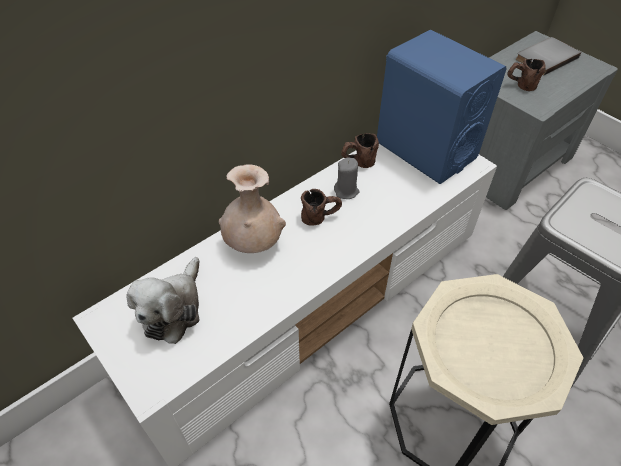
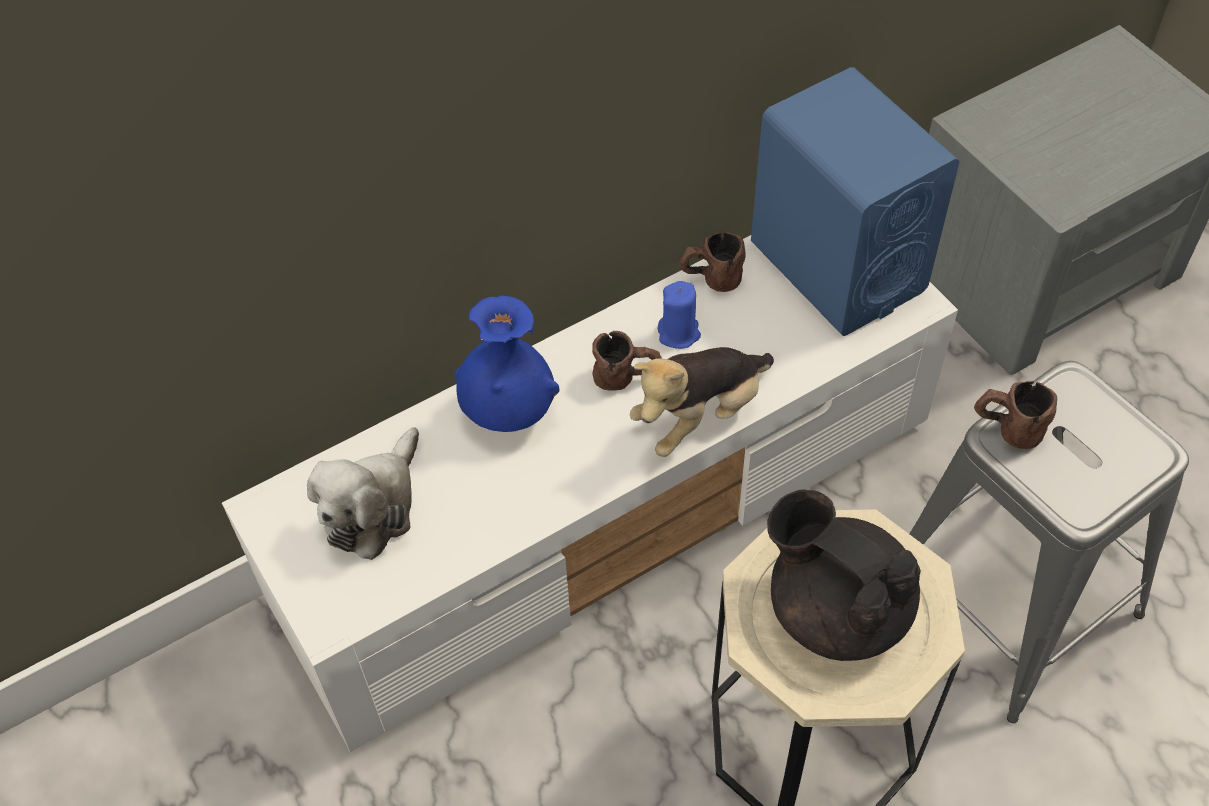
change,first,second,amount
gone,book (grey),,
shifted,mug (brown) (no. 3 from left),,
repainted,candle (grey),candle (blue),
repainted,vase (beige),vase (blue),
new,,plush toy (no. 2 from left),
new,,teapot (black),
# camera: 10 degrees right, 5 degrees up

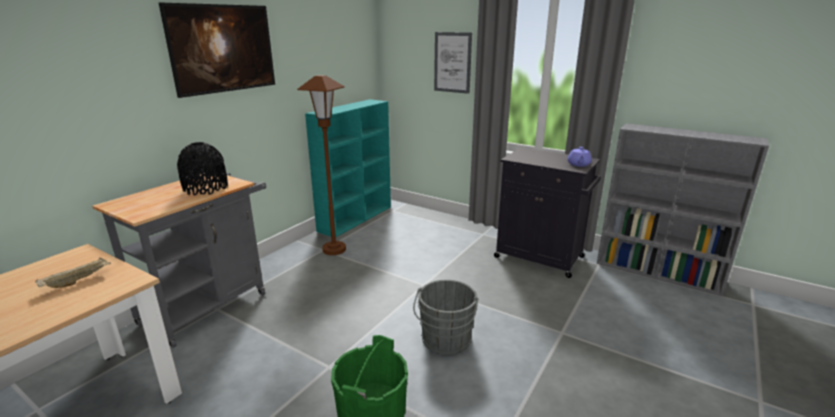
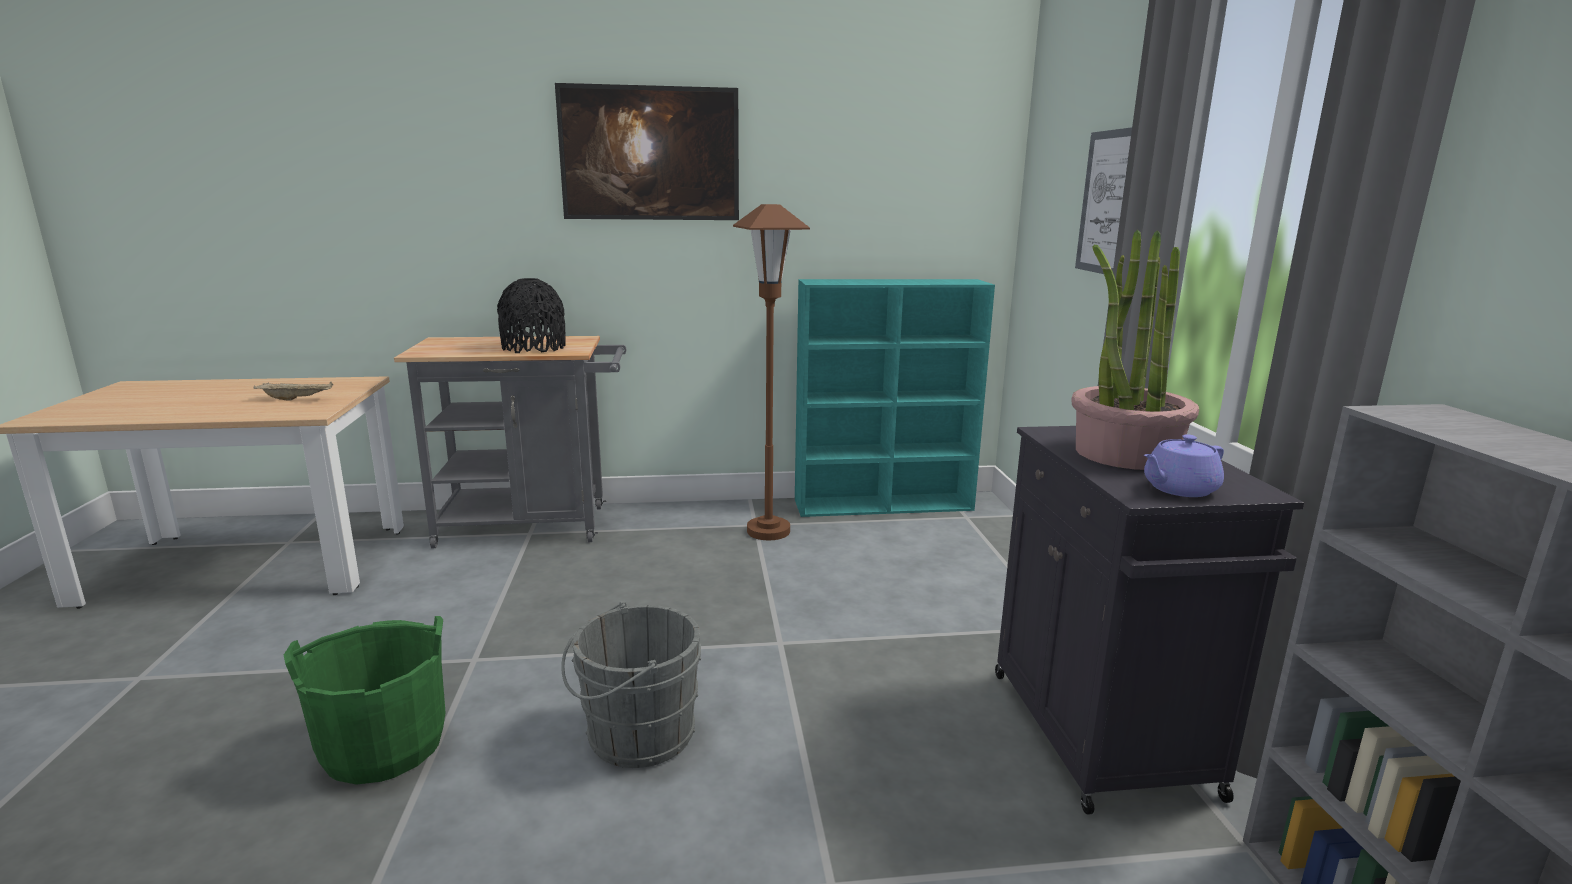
change,first,second,amount
new,,potted plant,
# camera: 50 degrees right, 5 degrees down

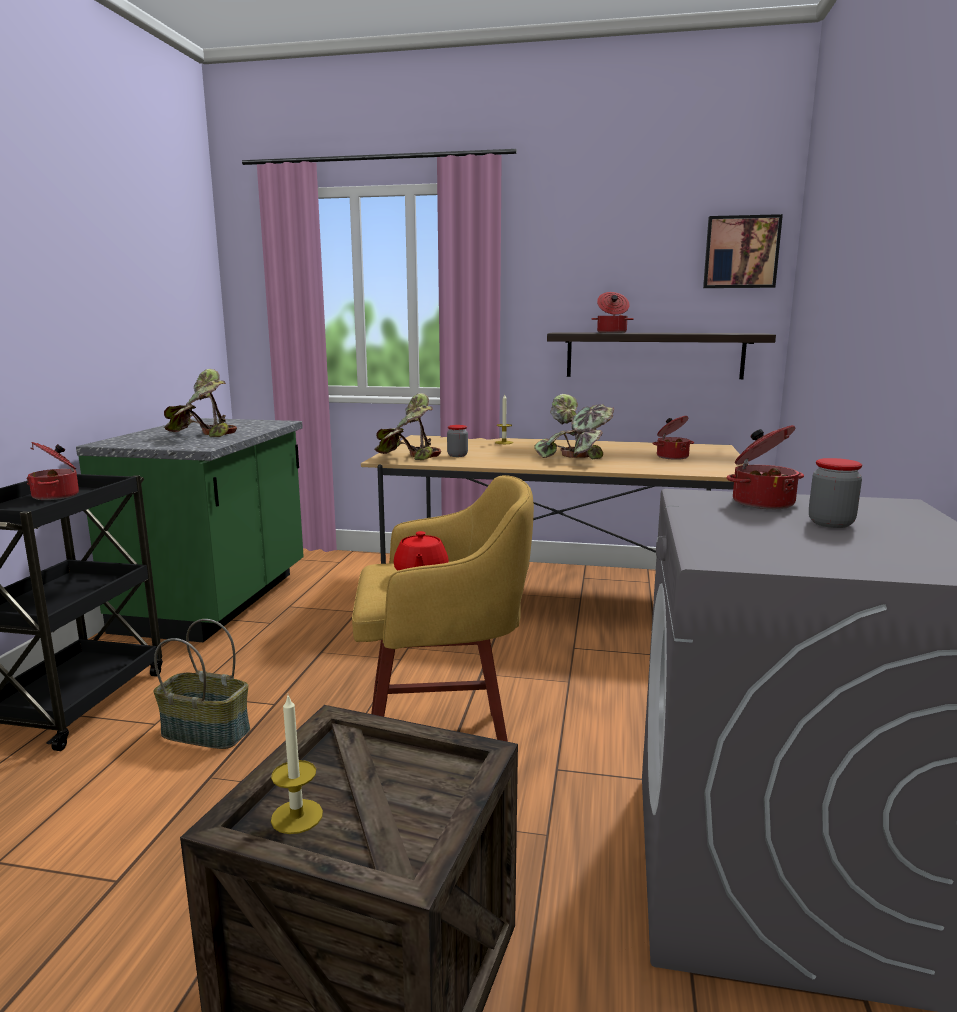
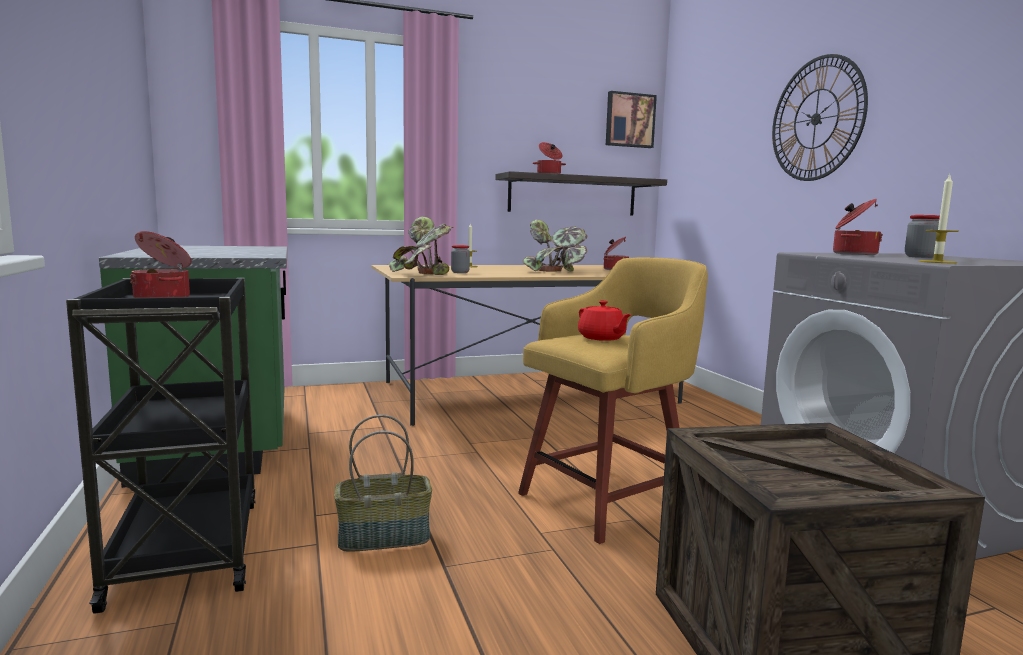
change,first,second,amount
gone,potted plant (no. 1 from left),,
shifted,candle (no. 1 from left in the first image),candle (no. 2 from left),
new,,wall clock,
# camera: 30 degrees left, 5 degrees down

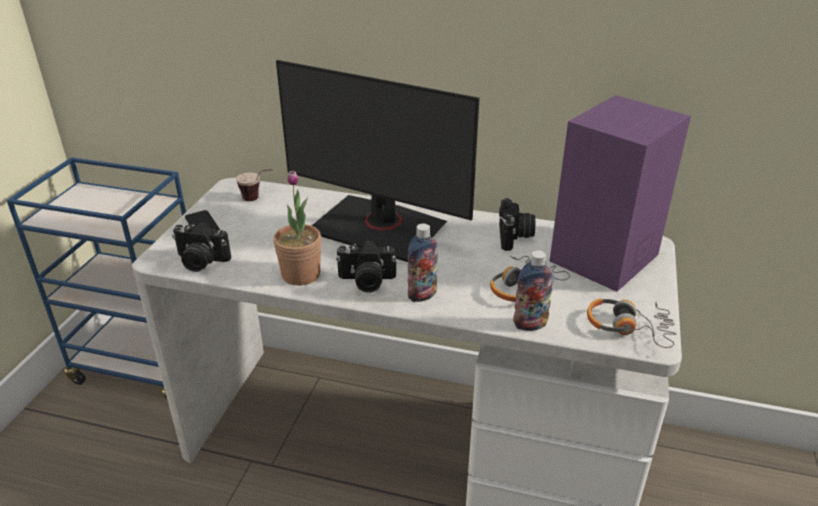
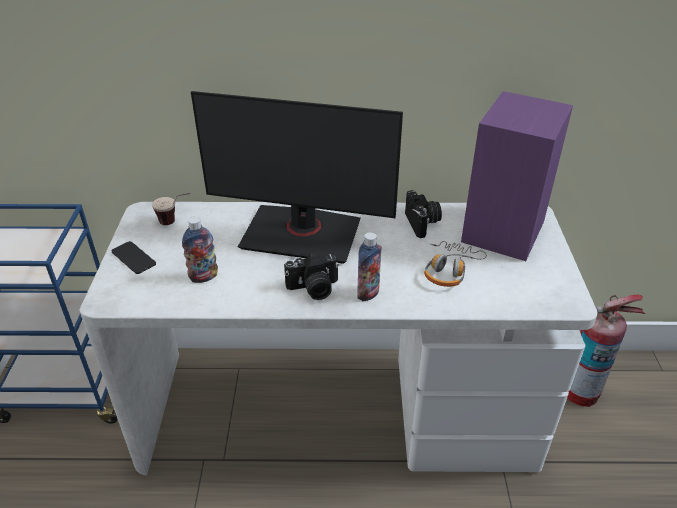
change,first,second,amount
gone,potted plant,,
gone,photo camera (no. 1 from left),,
shifted,bottle (no. 2 from left in the first image),bottle (no. 1 from left),
gone,headphones (no. 2 from left),,
new,,fire extinguisher,
# camera: 15 degrees left, 5 degrees up

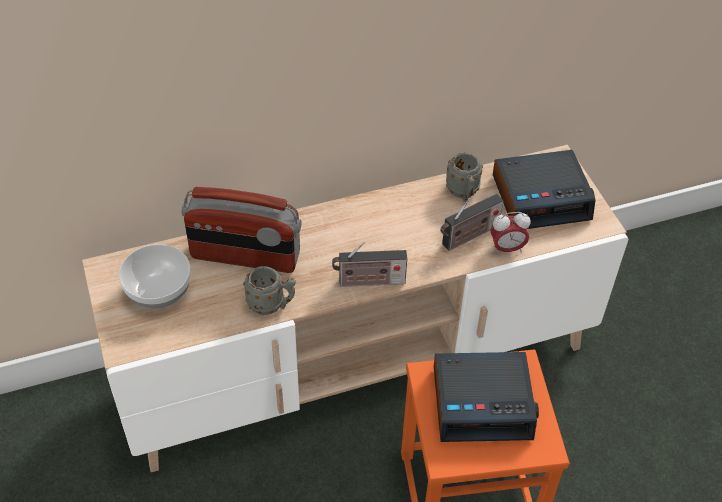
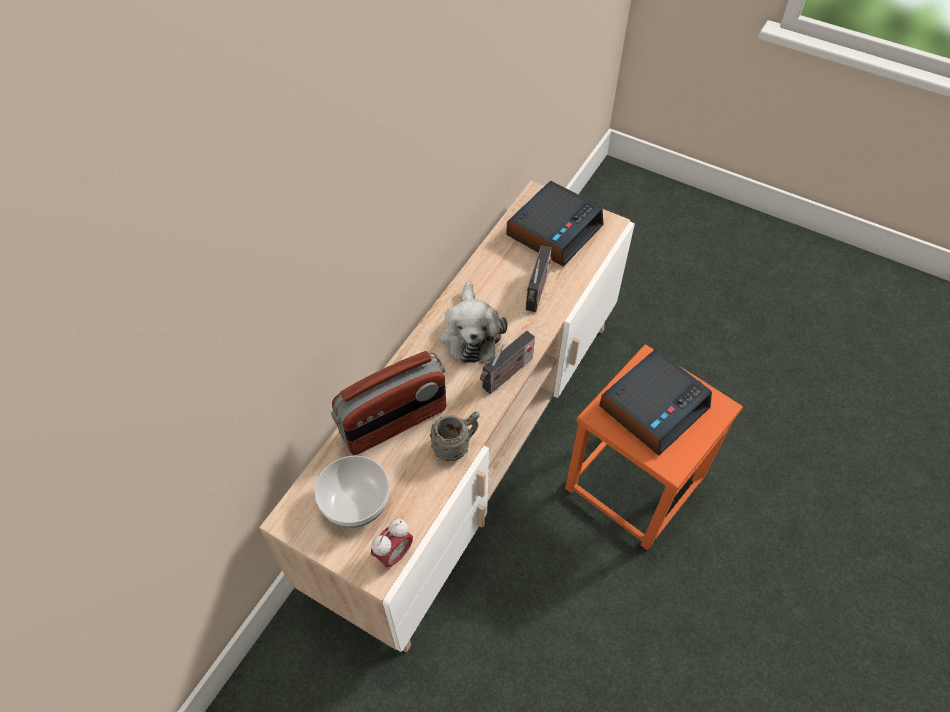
change,first,second,amount
gone,mug (grey) (no. 2 from left),,
shifted,alarm clock (no. 2 from left in the first image),alarm clock (no. 1 from left),
new,,plush toy,
# camera: 40 degrees left, 5 degrees up

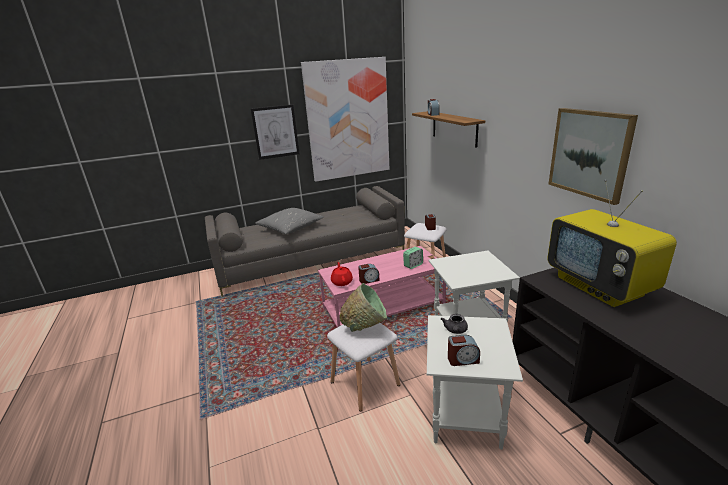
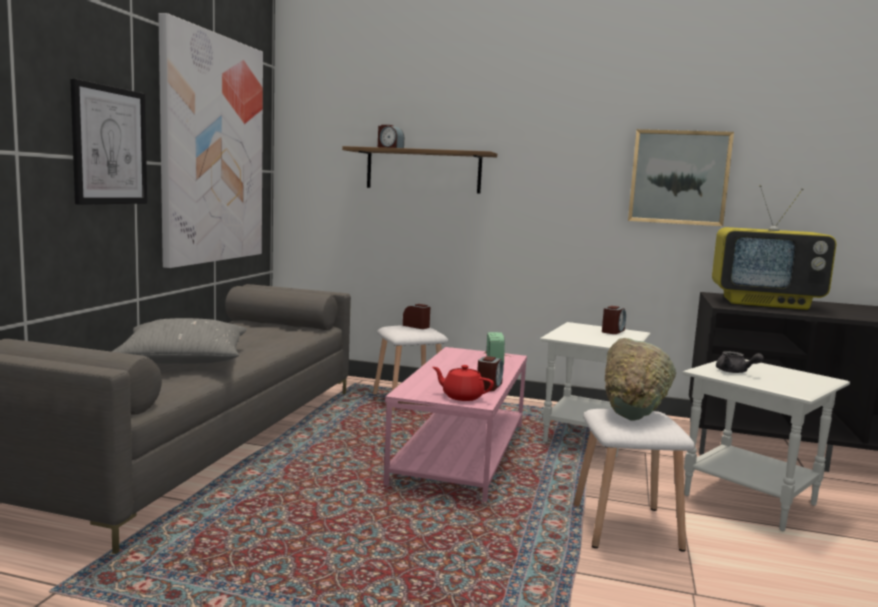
change,first,second,amount
shifted,alarm clock (no. 5 from left),,
# camera: 55 degrees left, 15 degrees down

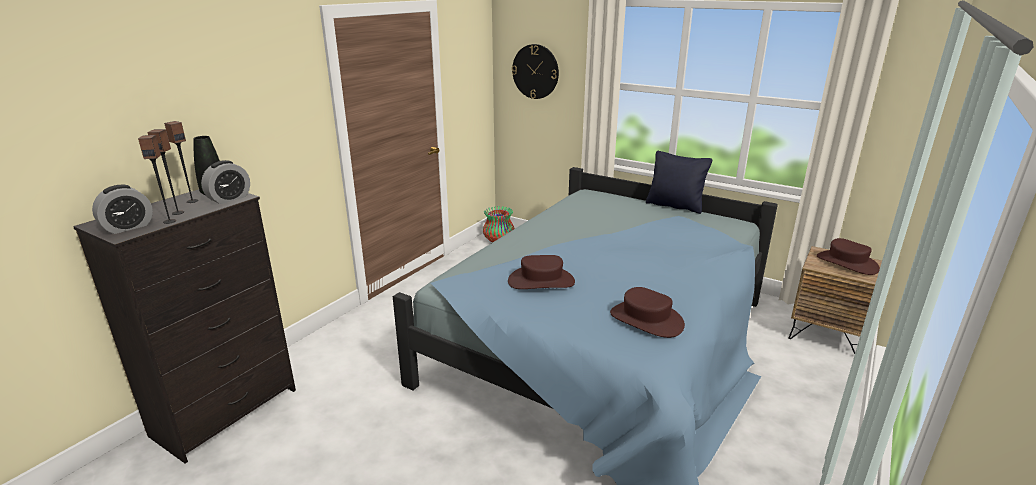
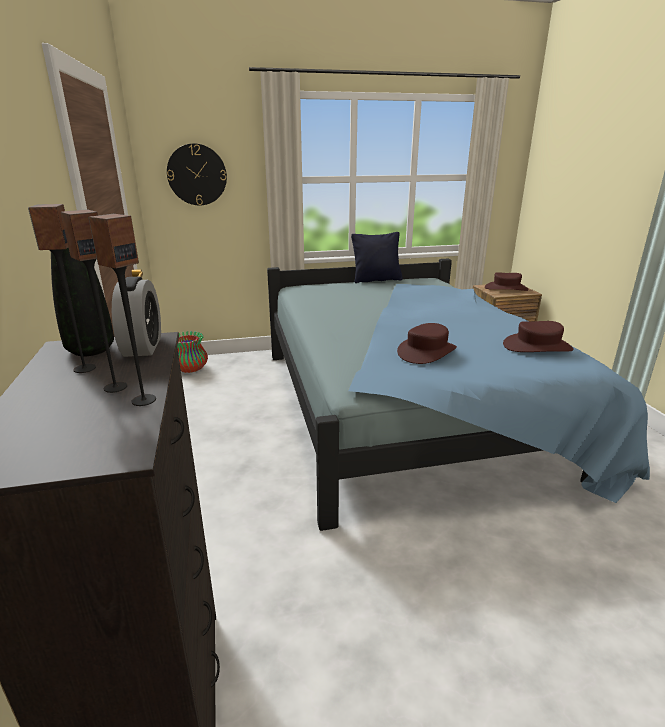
change,first,second,amount
gone,alarm clock (no. 1 from left),,
# camera: 45 degrees left, 0 degrees up

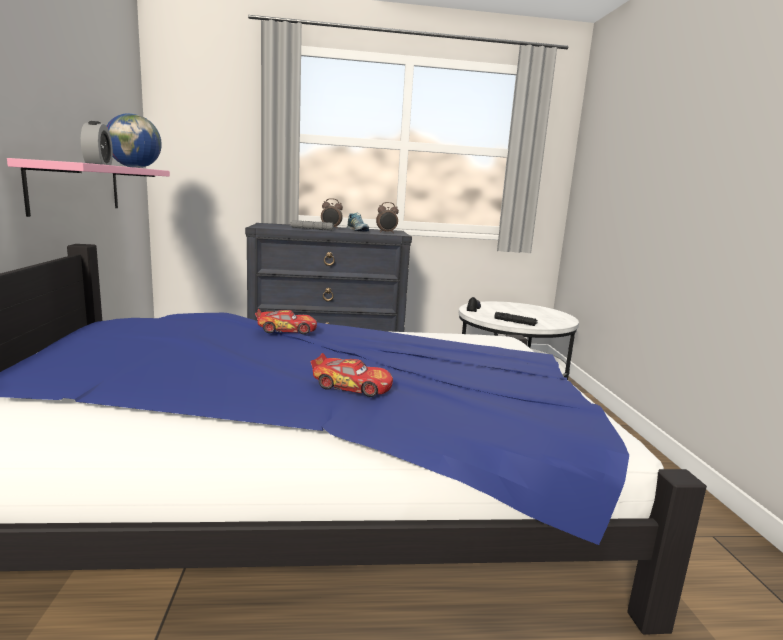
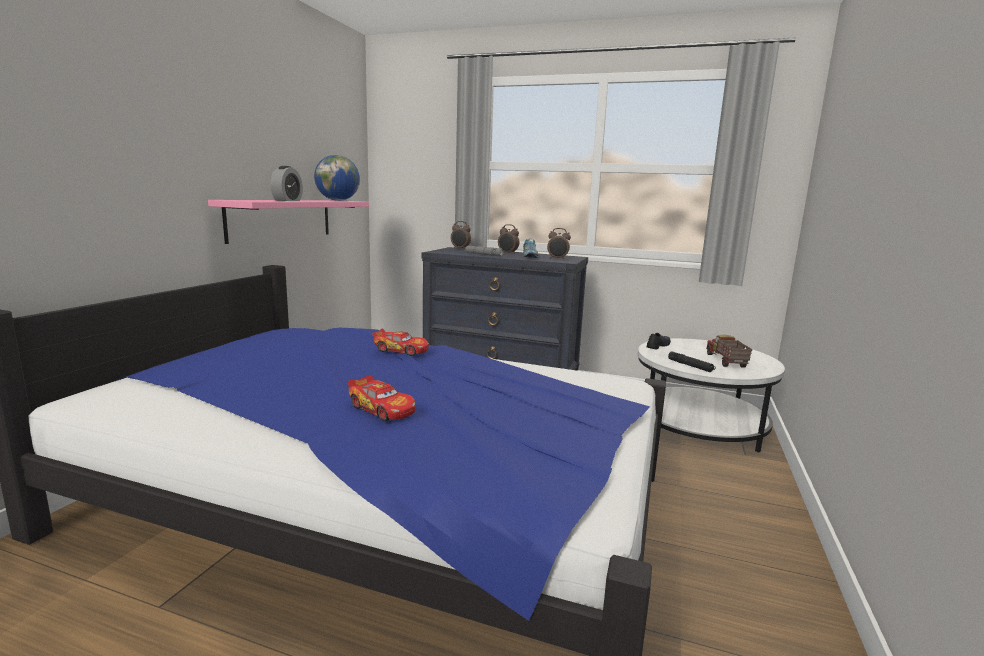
change,first,second,amount
new,,alarm clock (no. 2 from left),
new,,toy truck,
# camera: 25 degrees right, 0 degrees up

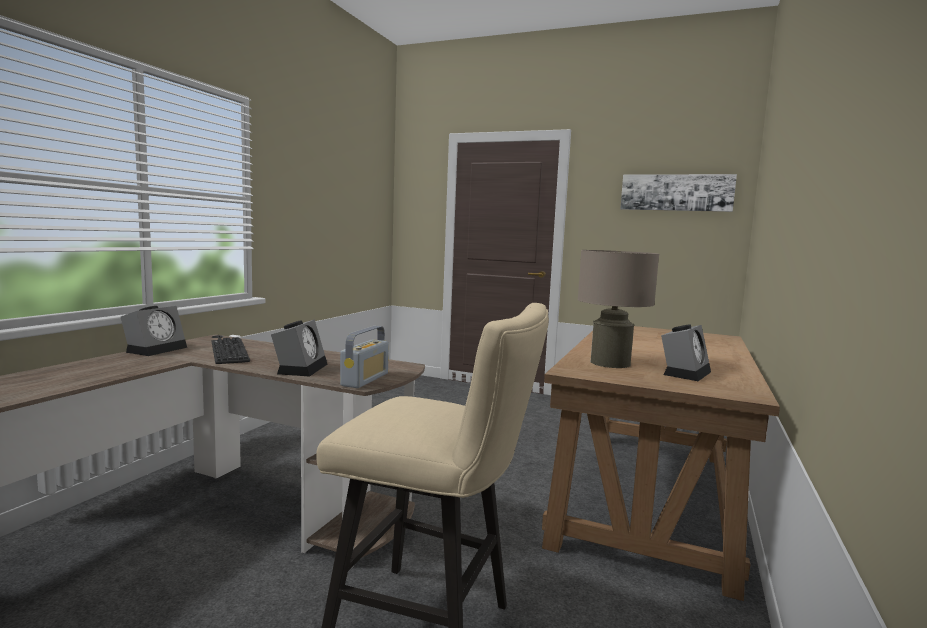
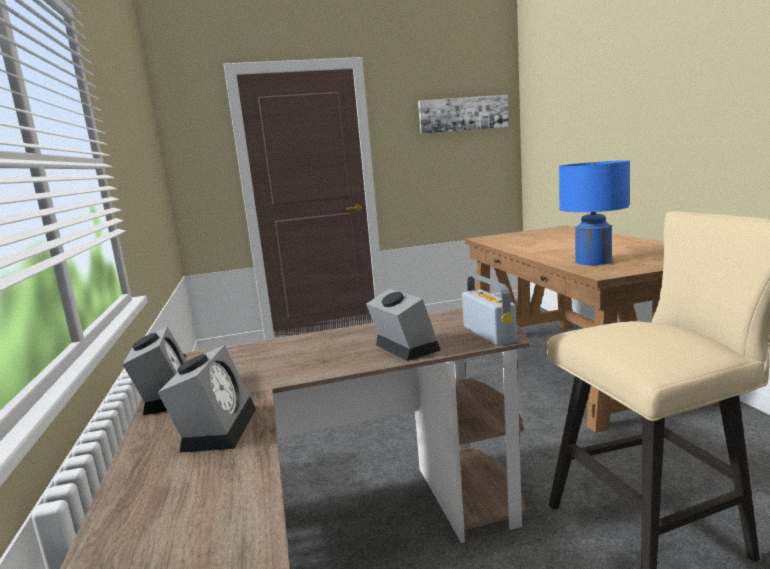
change,first,second,amount
repainted,table lamp (beige),table lamp (blue),
shifted,alarm clock (no. 3 from left in the first image),alarm clock (no. 2 from left),
gone,keyboard,,
# camera: 35 degrees left, 5 degrees up

